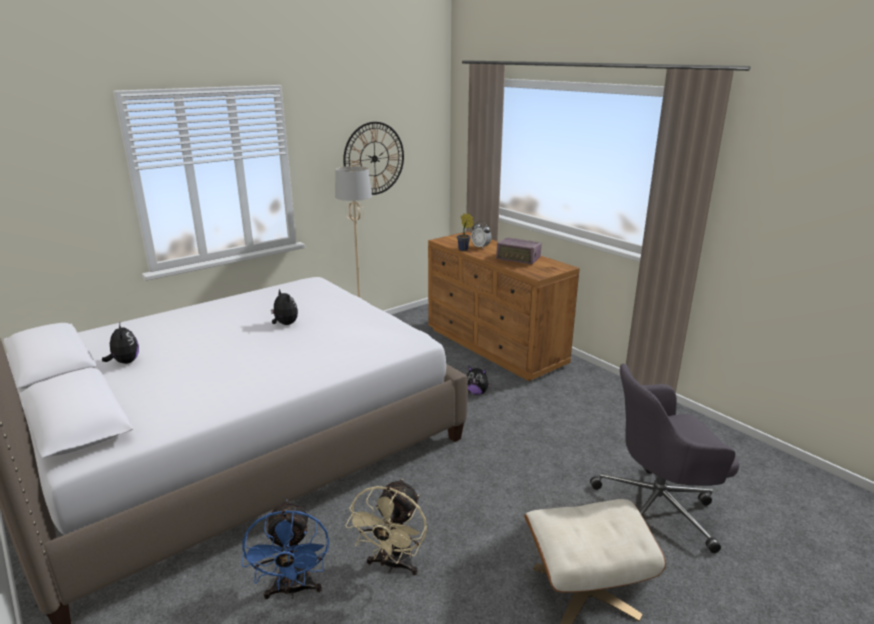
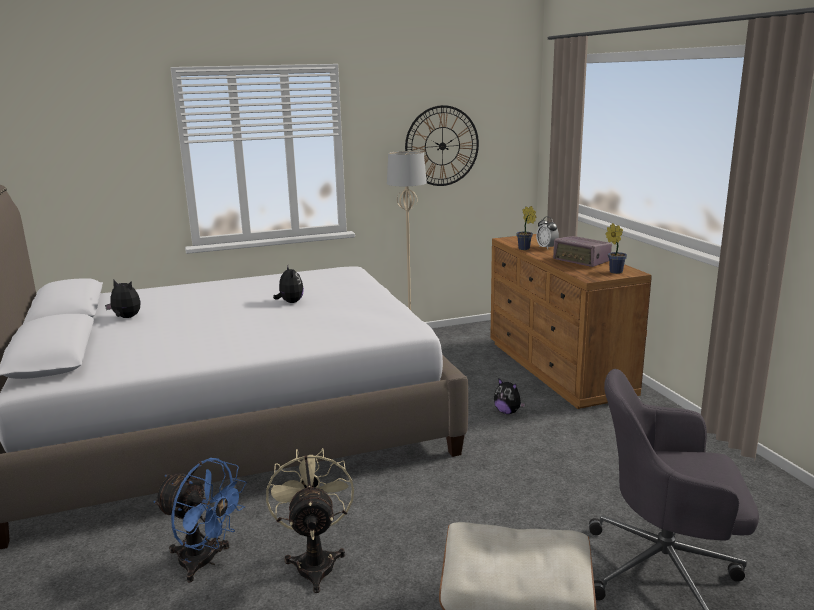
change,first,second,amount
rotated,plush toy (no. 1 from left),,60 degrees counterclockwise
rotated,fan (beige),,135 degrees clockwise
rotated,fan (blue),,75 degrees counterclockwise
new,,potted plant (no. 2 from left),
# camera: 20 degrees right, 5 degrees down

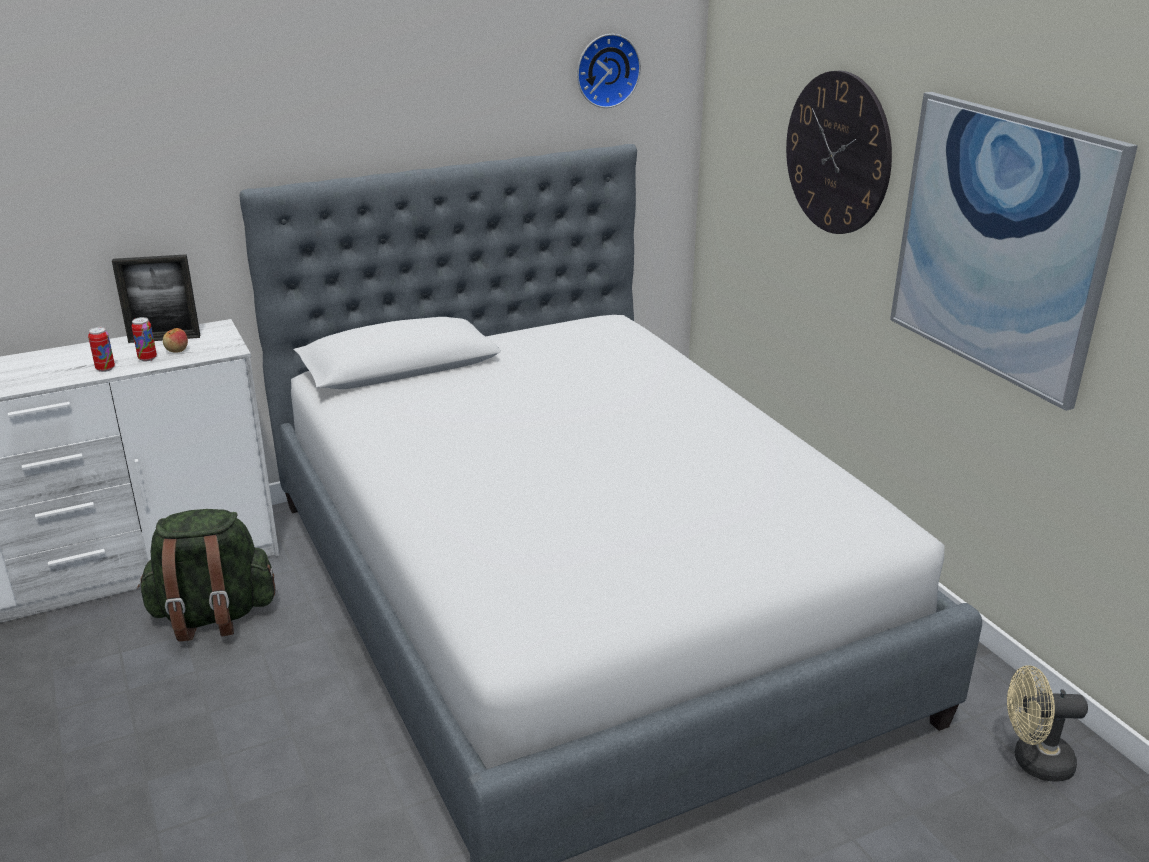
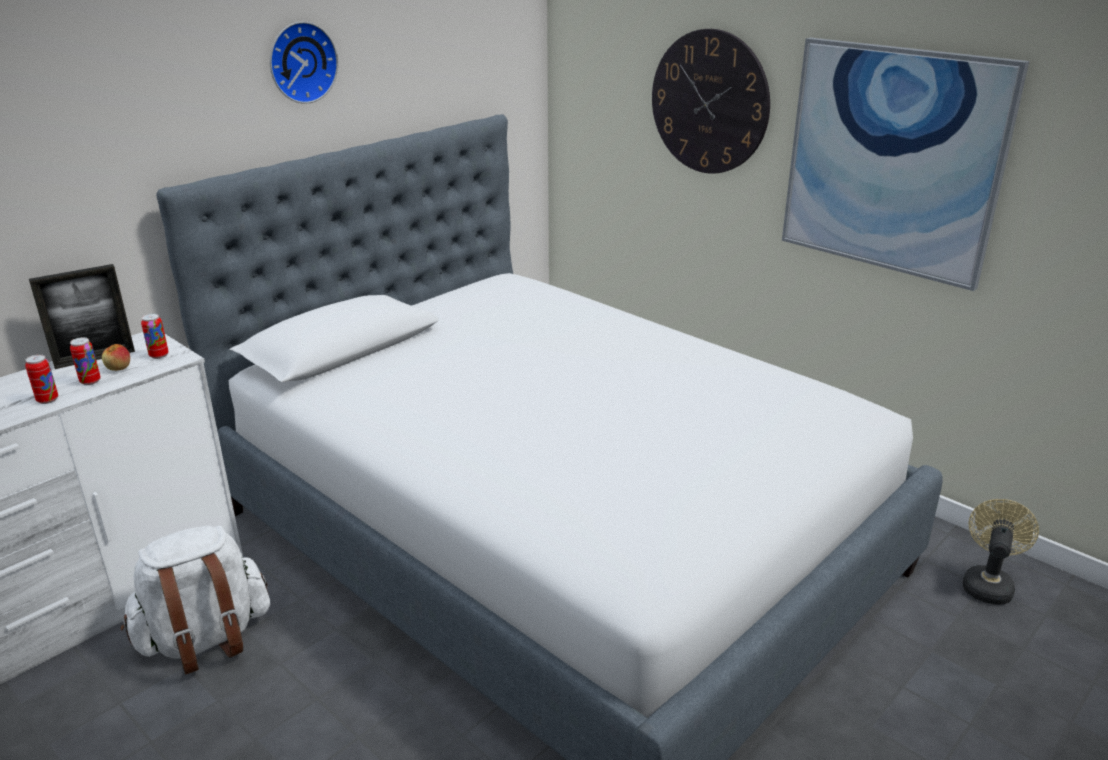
change,first,second,amount
shifted,wall clock (no. 1 from left),,
repainted,backpack (green),backpack (white),
rotated,fan (beige),,135 degrees clockwise
new,,can (no. 3 from left),
# camera: 20 degrees left, 0 degrees up

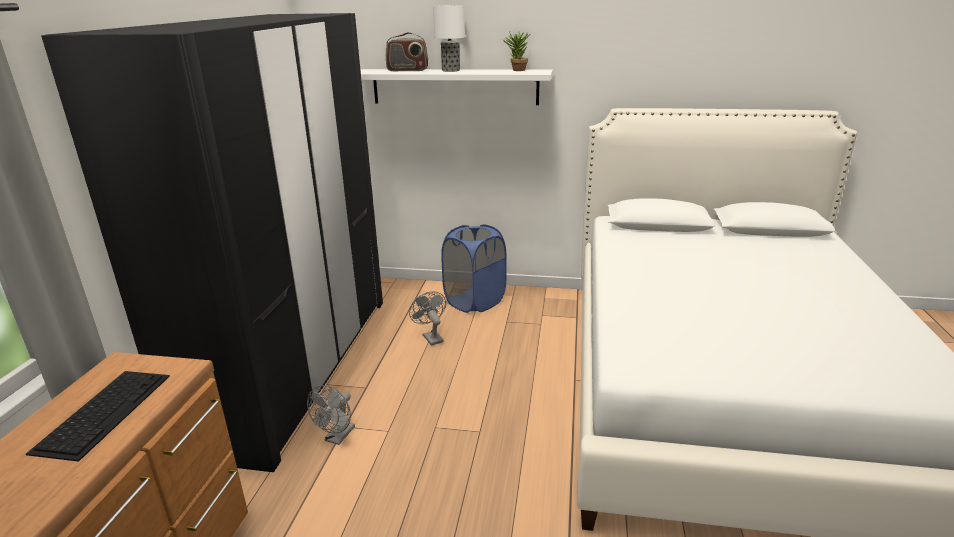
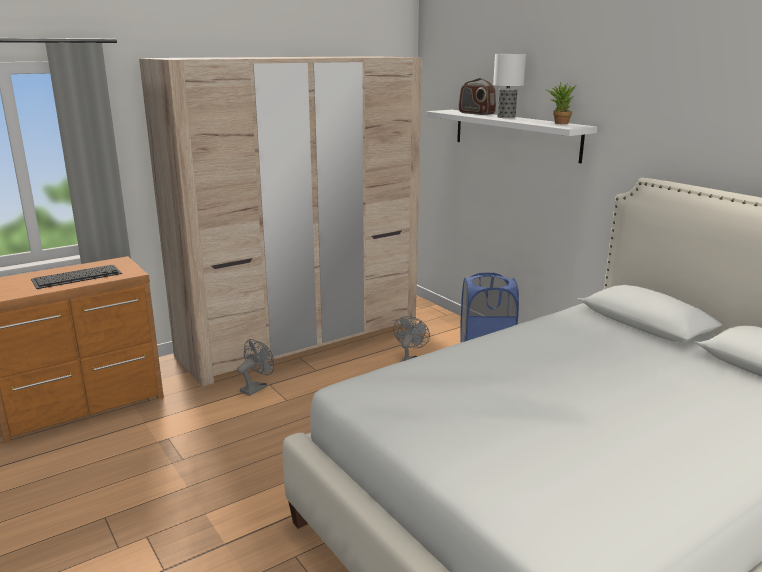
change,first,second,amount
repainted,wardrobe (black),wardrobe (beige),
rotated,fan (grey) (no. 1 from left),,150 degrees clockwise
# camera: 45 degrees right, 5 degrees down

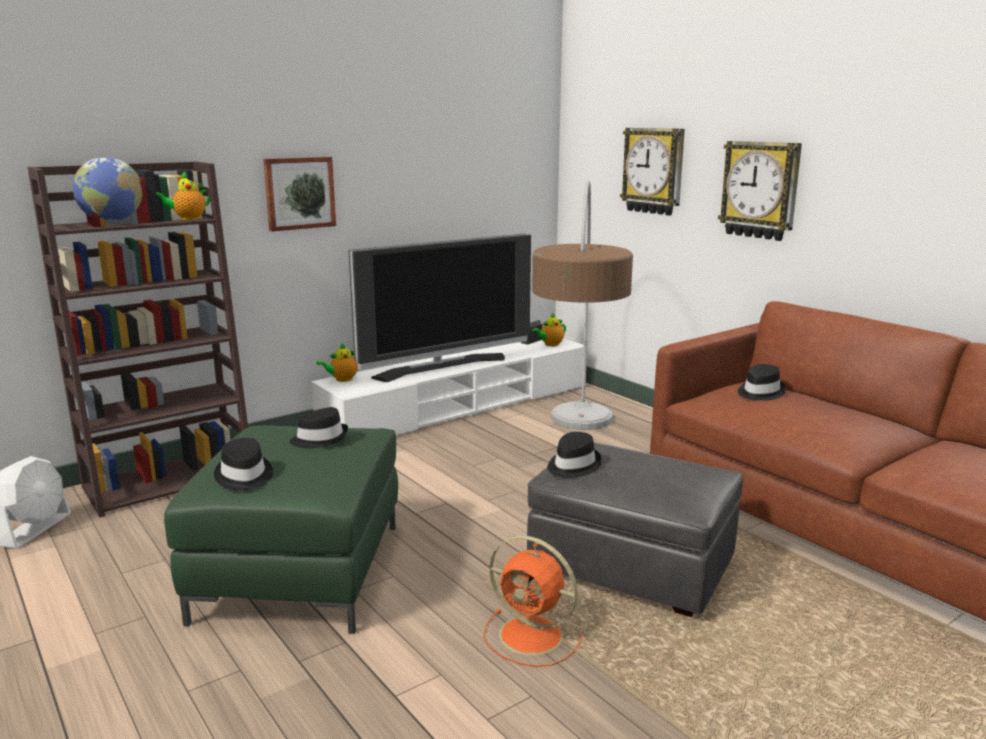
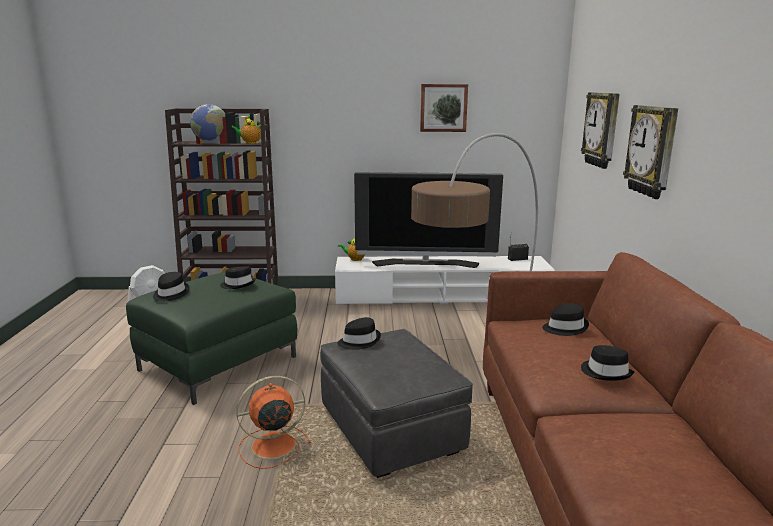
change,first,second,amount
shifted,picture,,
gone,teapot (no. 3 from left),,
rotated,fan (orange),,90 degrees clockwise
new,,hat (black) (no. 5 from left),
# camera: 35 degrees right, 0 degrees up

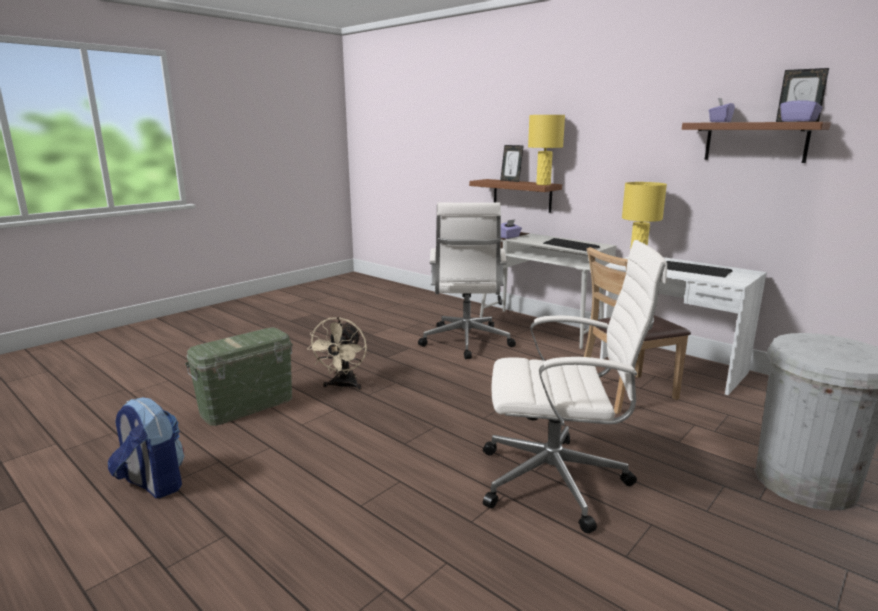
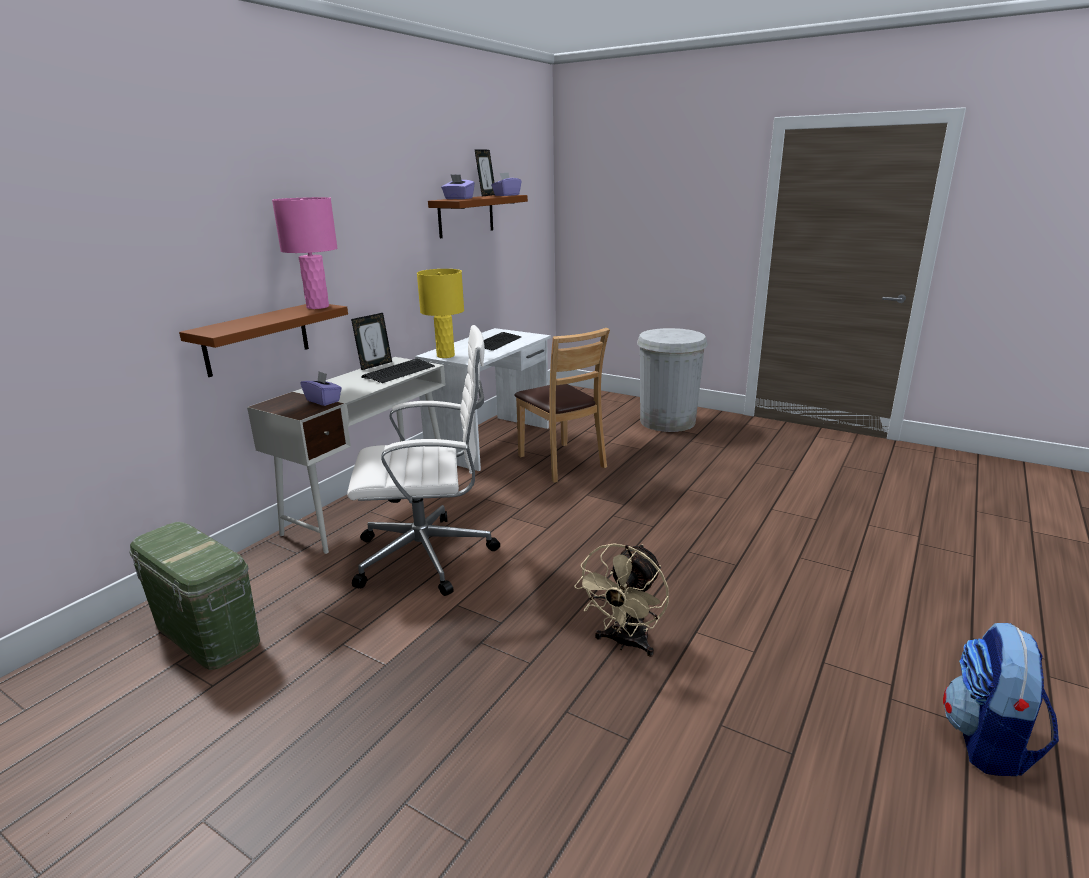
change,first,second,amount
repainted,table lamp (yellow) (no. 1 from left),table lamp (pink),
shifted,picture frame (no. 1 from left),,
gone,office chair (white) (no. 2 from left),,
rotated,fan (beige),,120 degrees clockwise
shifted,storage box (green),,
# camera: 100 degrees left, 5 degrees up

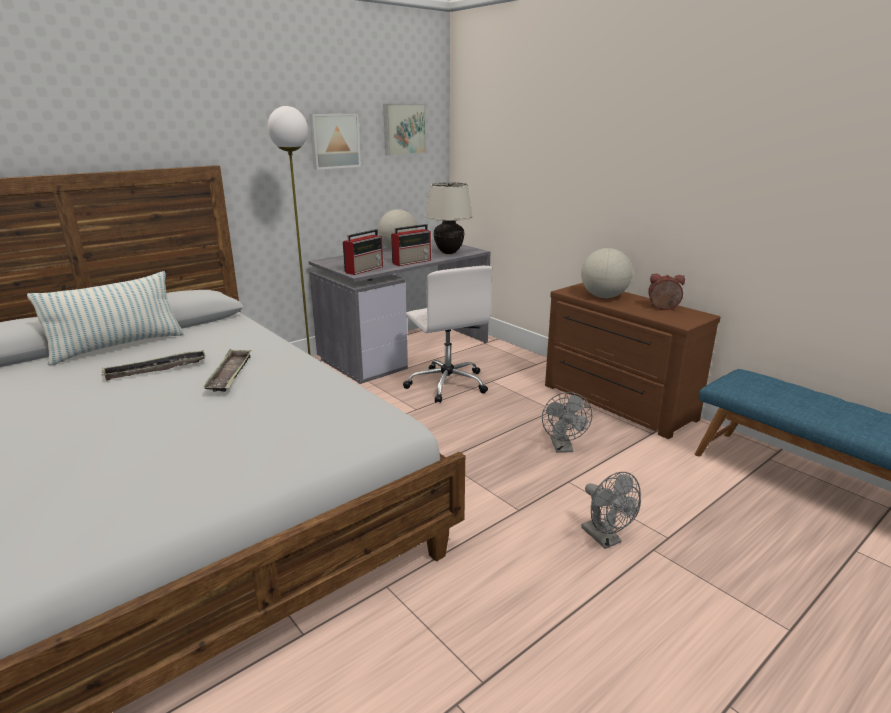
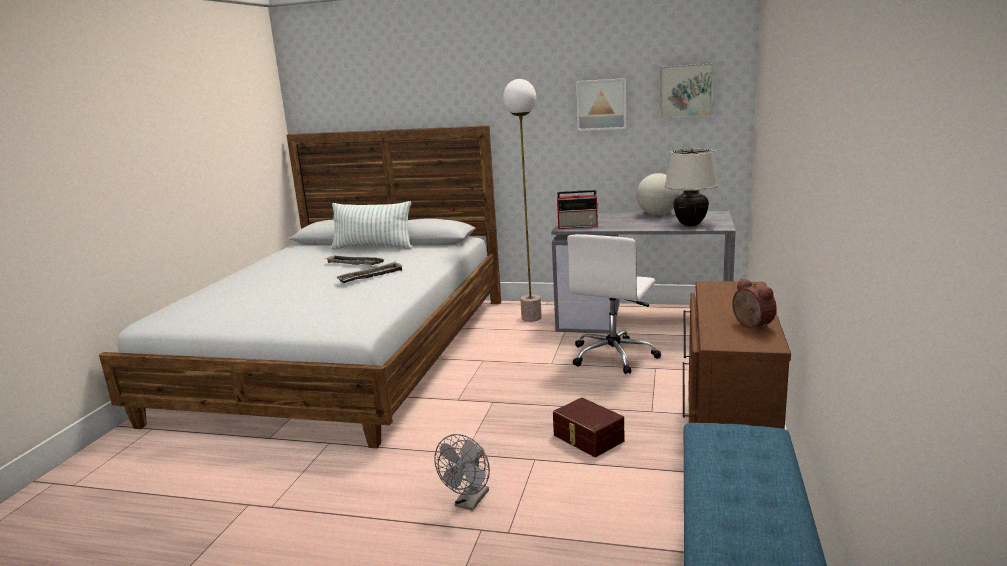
change,first,second,amount
gone,radio (no. 2 from left),,
gone,globe (no. 2 from left),,
swapped,fan (grey) (no. 1 from left),storage box (brown),
# camera: 55 degrees right, 5 degrees down

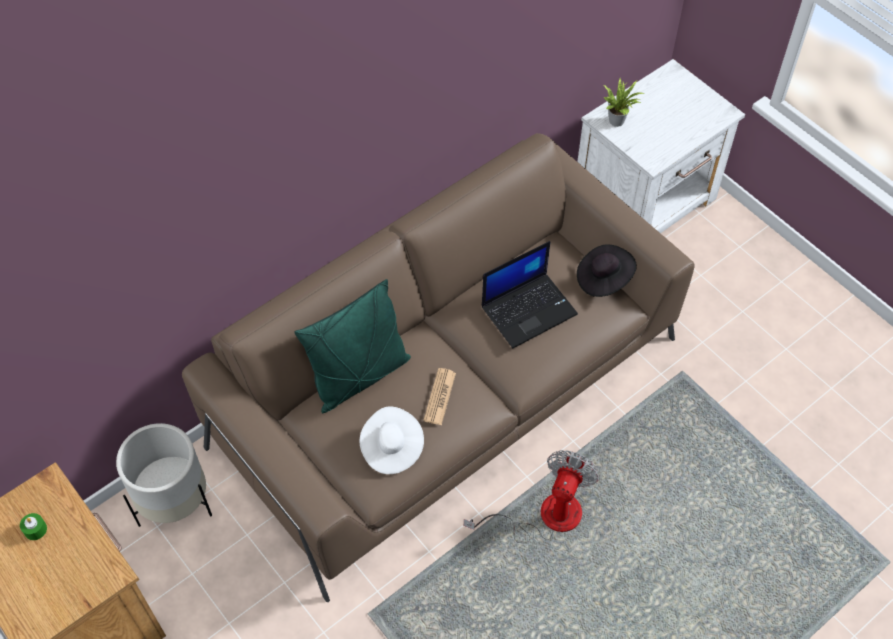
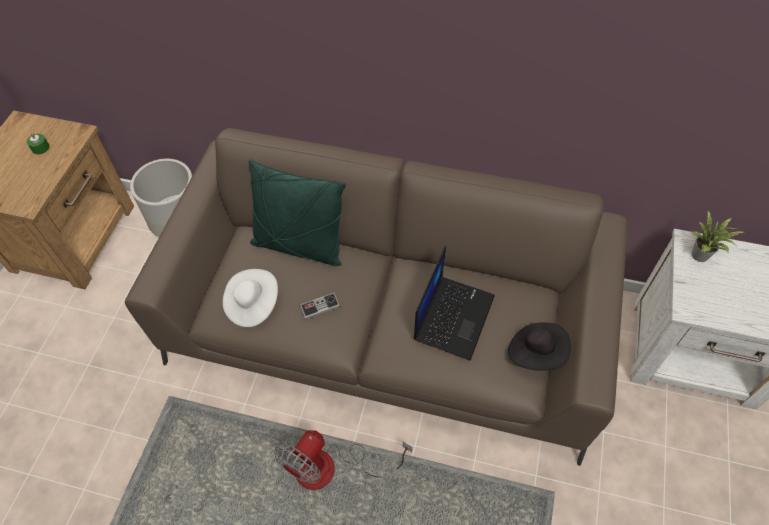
change,first,second,amount
rotated,laptop,,90 degrees counterclockwise
swapped,newspaper,game controller,
rotated,fan,,135 degrees clockwise
# camera: 55 degrees right, 0 degrees up

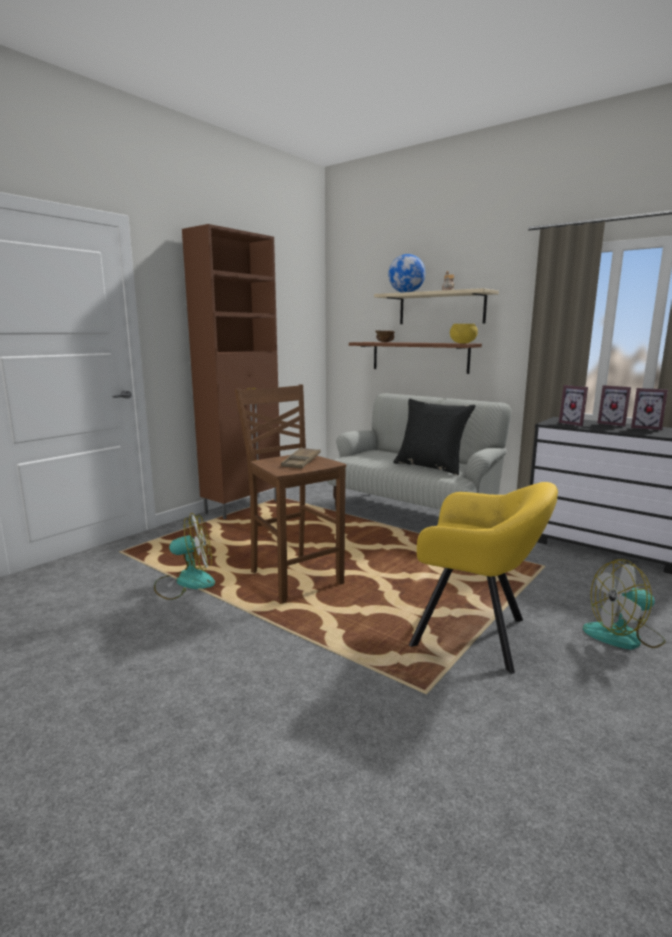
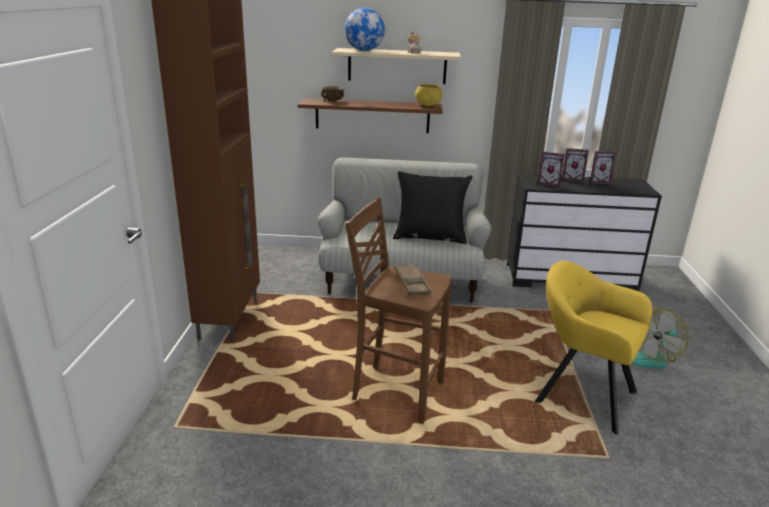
change,first,second,amount
rotated,armchair (yellow),,135 degrees counterclockwise
gone,fan (no. 1 from left),,
# camera: 35 degrees left, 10 degrees up

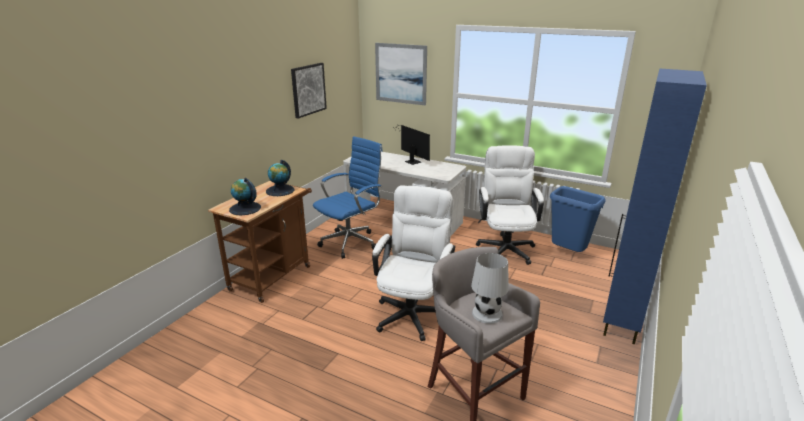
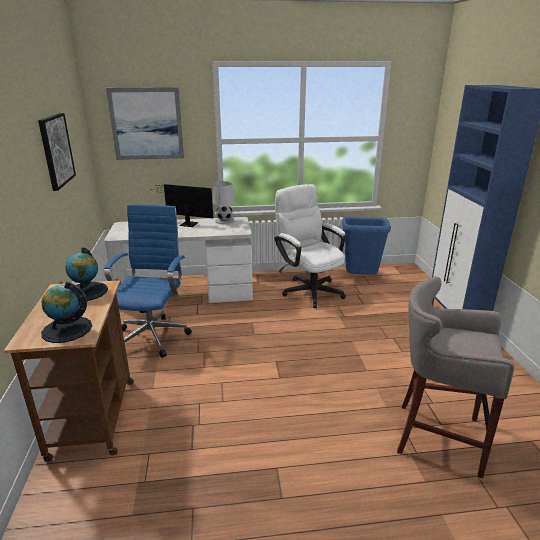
change,first,second,amount
gone,office chair (white) (no. 1 from left),,
shifted,table lamp (white),,
# camera: 35 degrees left, 0 degrees up

